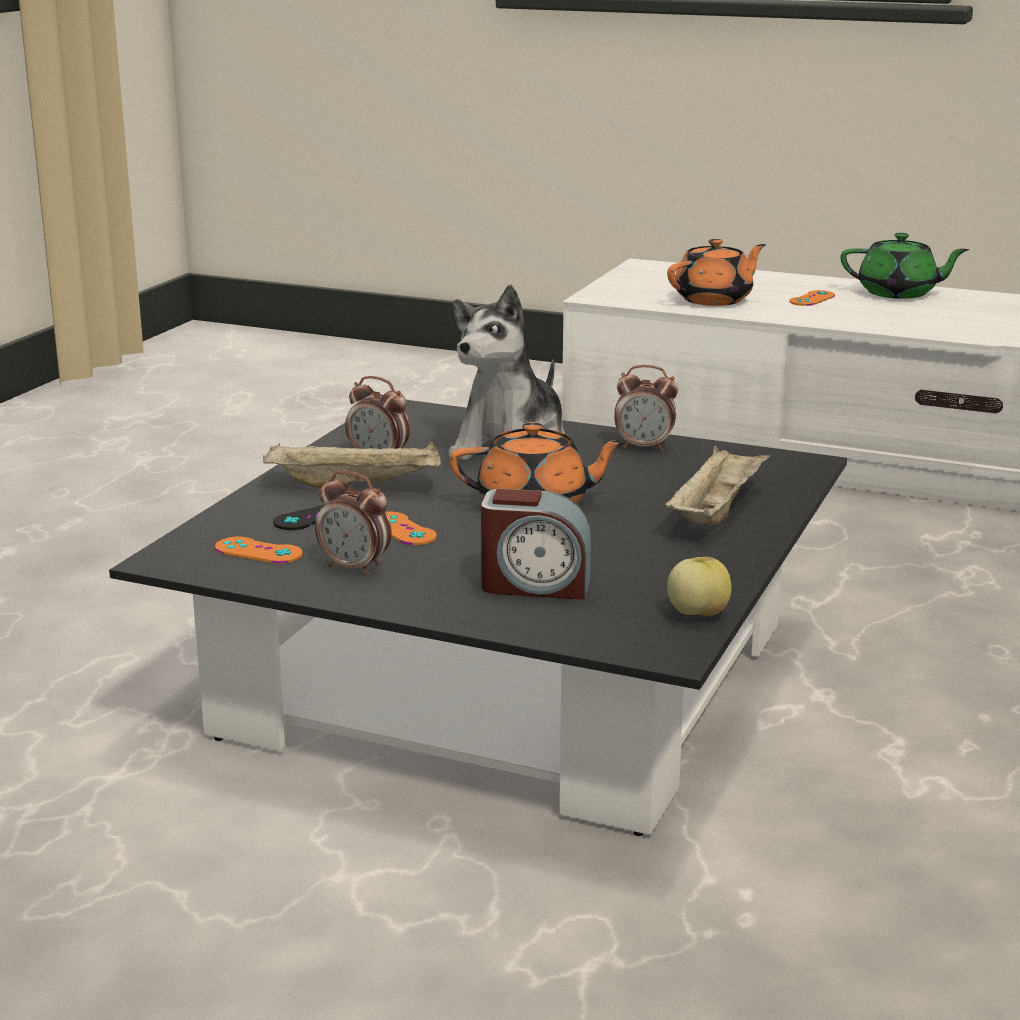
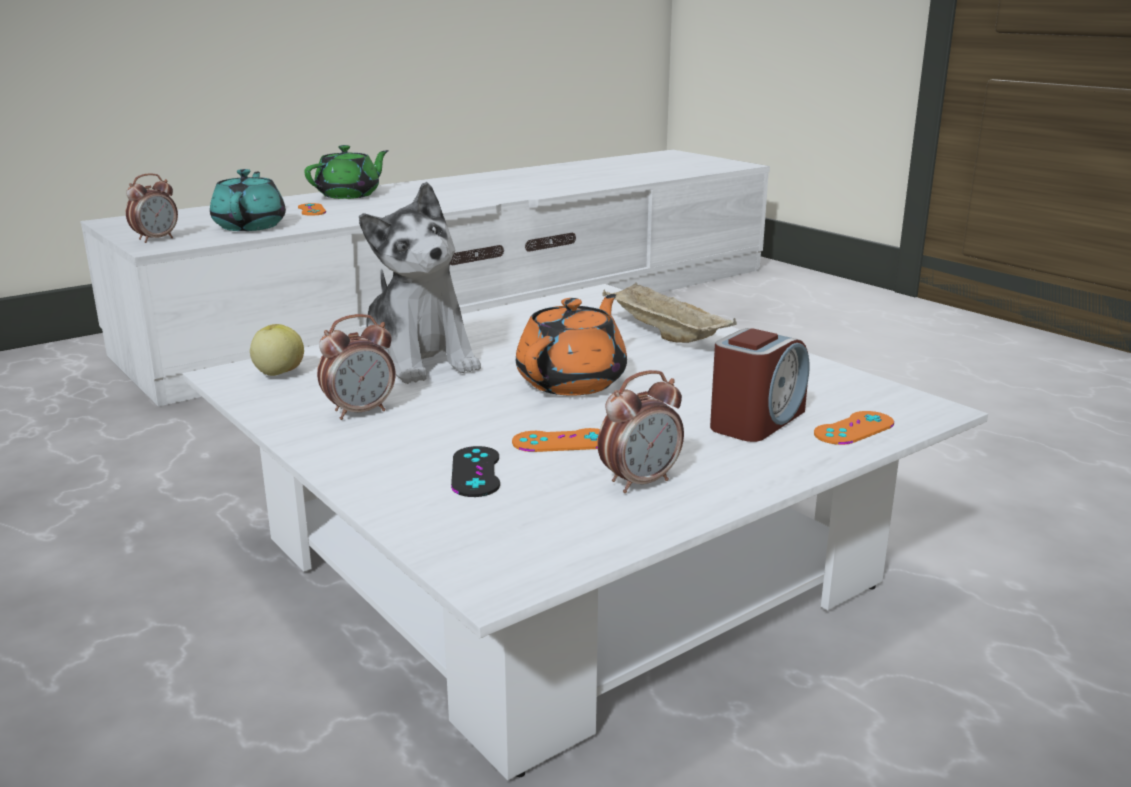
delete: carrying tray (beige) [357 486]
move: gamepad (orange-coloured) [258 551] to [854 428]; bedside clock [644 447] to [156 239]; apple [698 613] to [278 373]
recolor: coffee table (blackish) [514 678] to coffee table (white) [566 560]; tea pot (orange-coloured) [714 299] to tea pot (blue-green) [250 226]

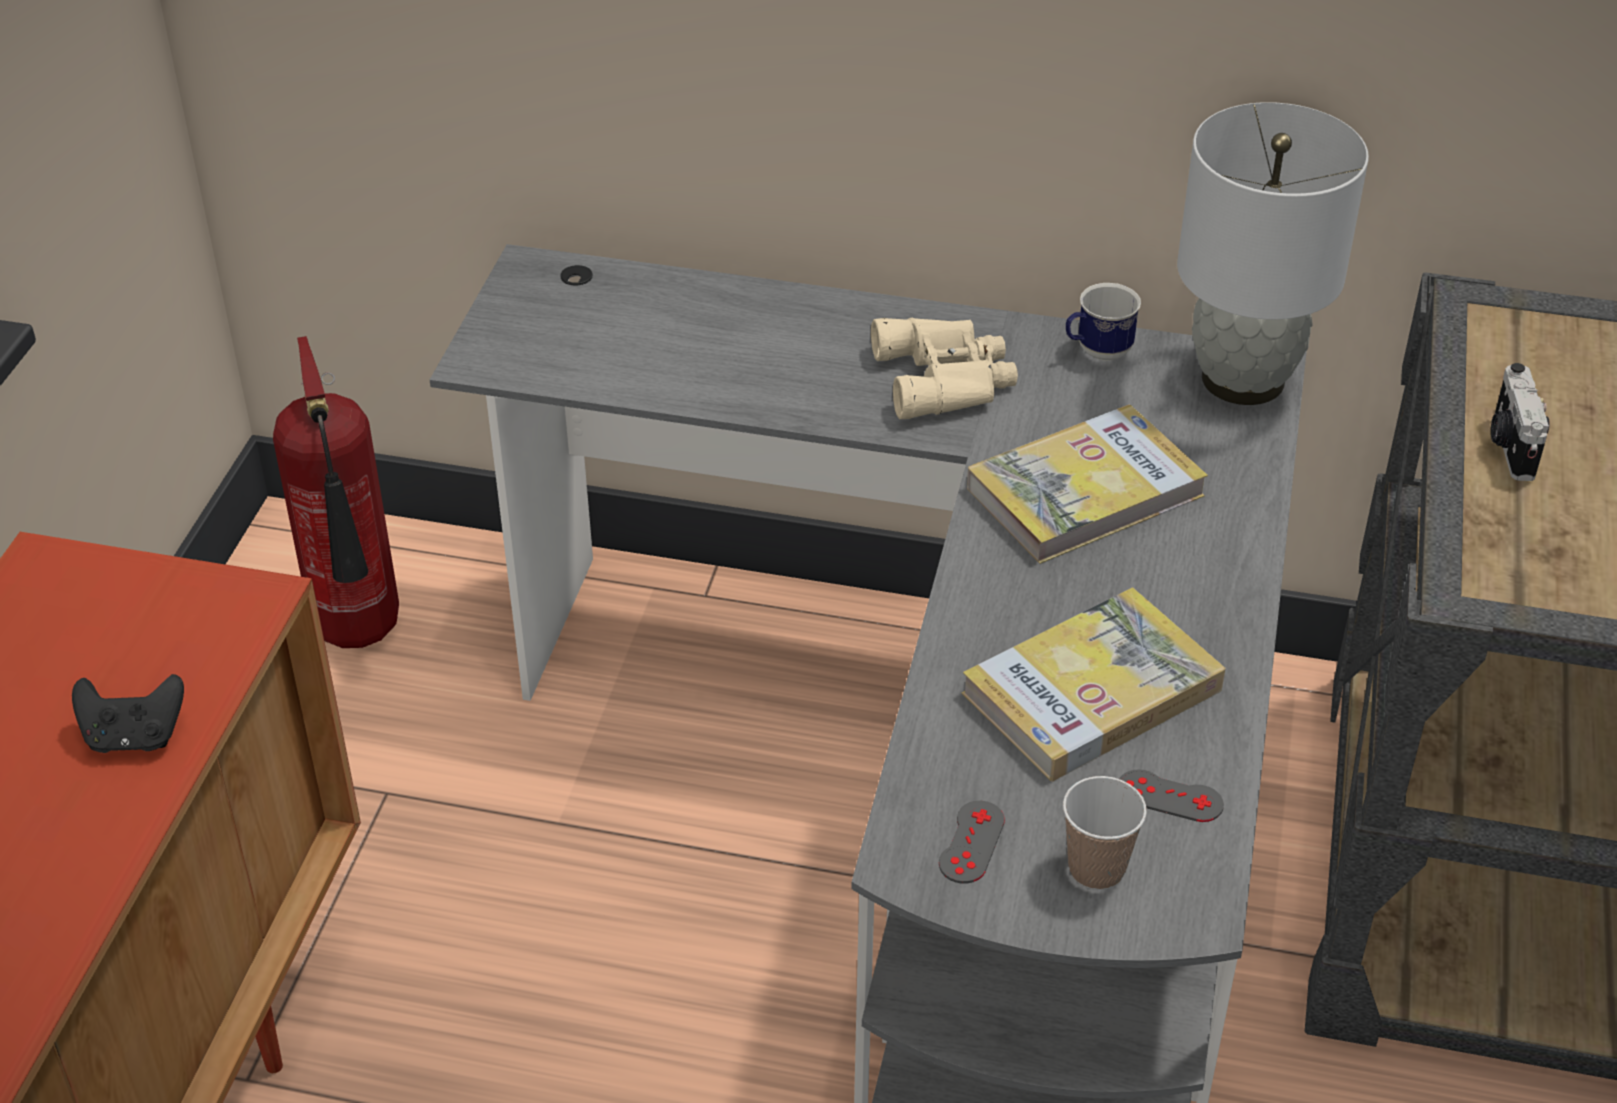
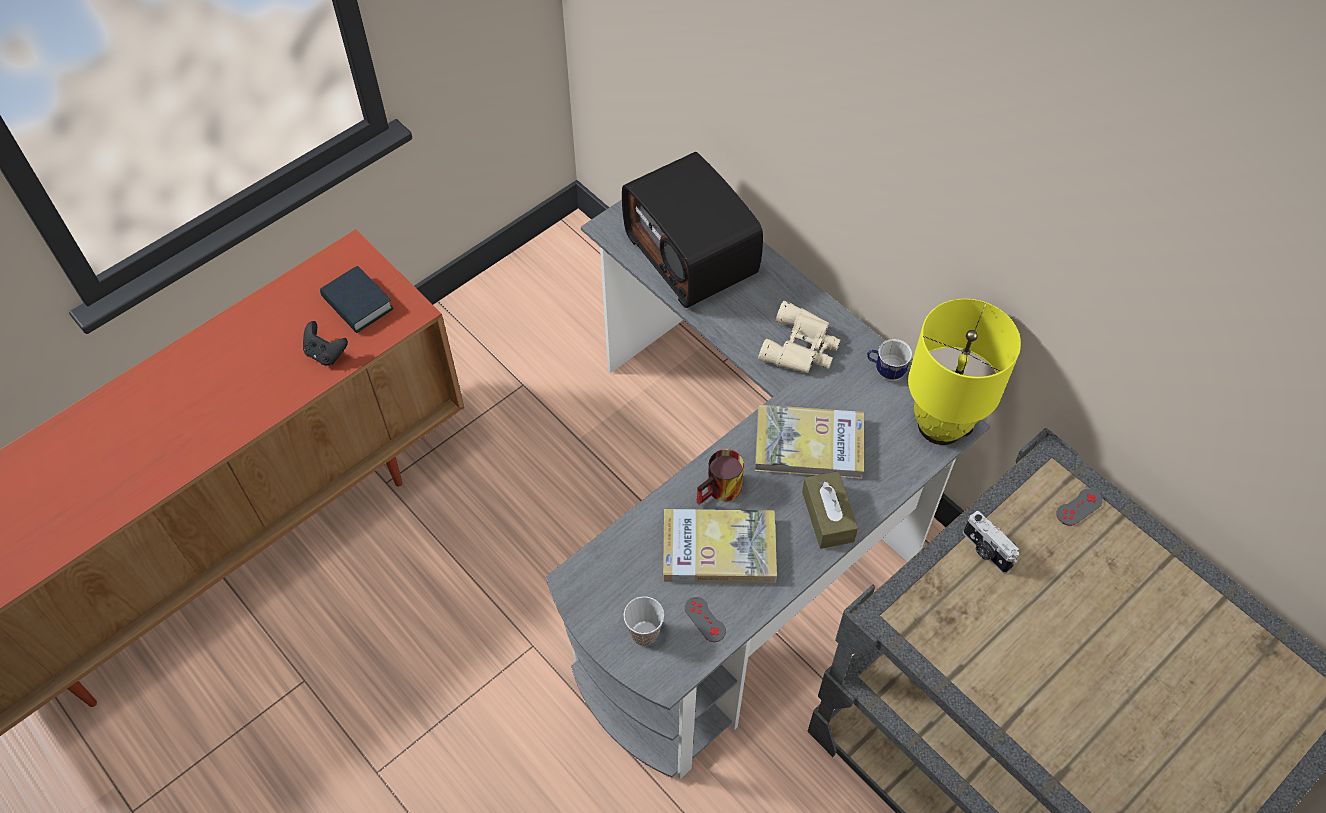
delete: extinguisher [362 637]
insert: bound book [358 304]; radio [693 254]; coffee mug [721 492]; box of tissues (brownish) [827 516]
move: gamepad (grey) [971 842] to [1079 507]
recolor: table lamp (white) [1242 380] to table lamp (yellowish) [940 425]
rotate: photo camera [1510 446] = [985 551] 75 degrees counterclockwise

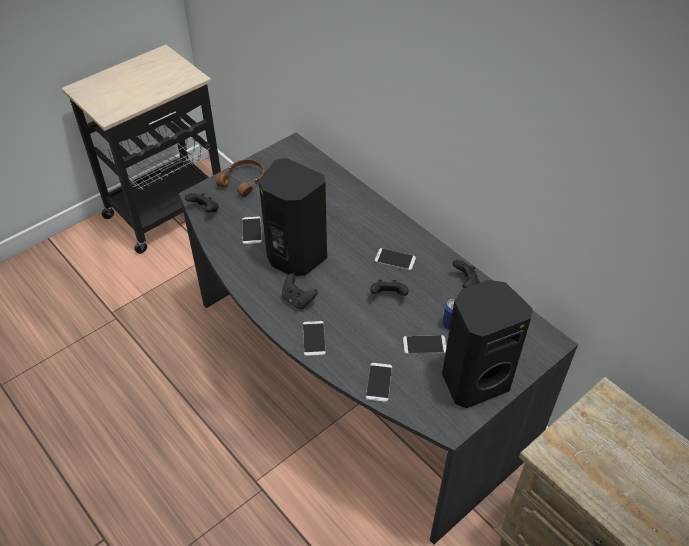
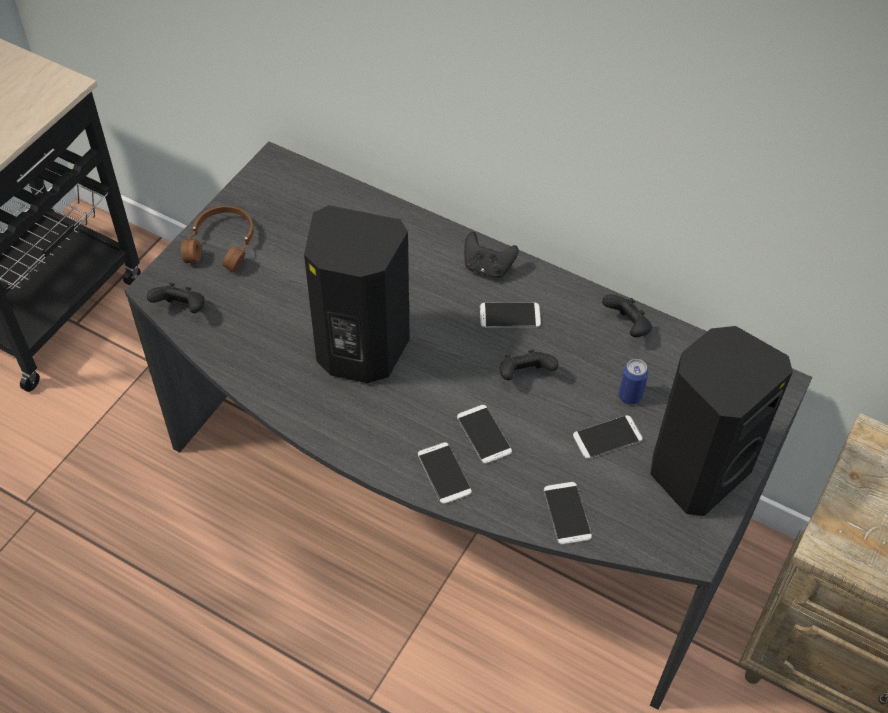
move: phone [251 230] to [484 434]; gamepad (blackish) [298 300] to [487 267]

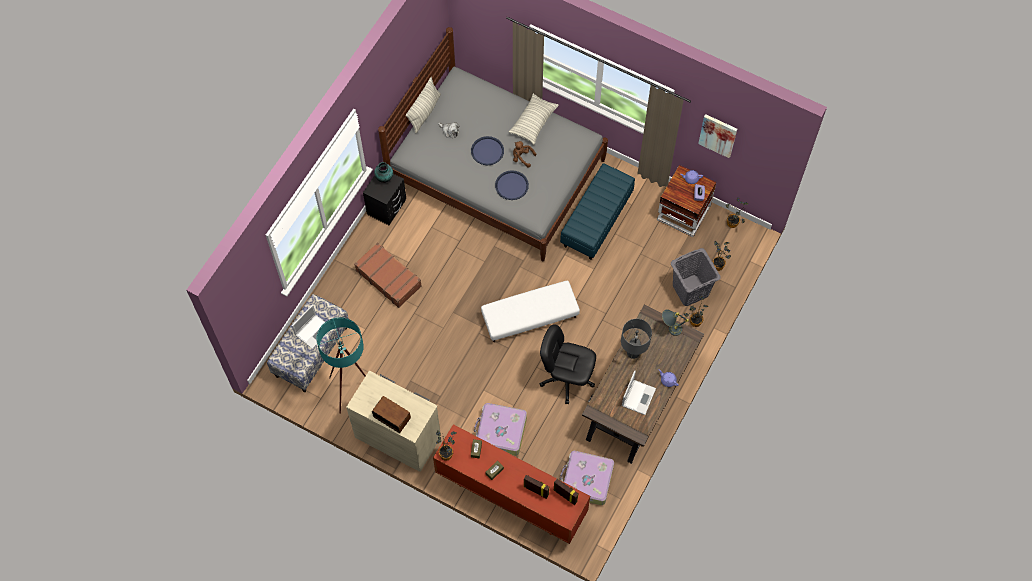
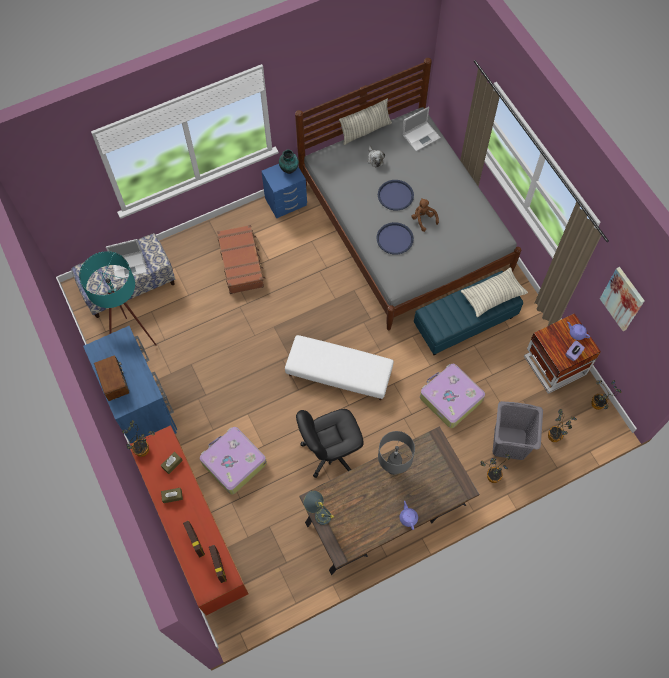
move: pillow [533 122] to [492 296]; suitcase [586 480] to [450 398]; notebook computer [638 396] to [421 136]; table lamp (grey) [670 329] to [318 513]
recolor: dresser (beige) [398 436] to dresser (blue) [142 407]; bedside table (blackish) [386 207] to bedside table (blue) [286 202]
rotate: desk chair (blackish) [567 377] = [331 451] 75 degrees counterclockwise

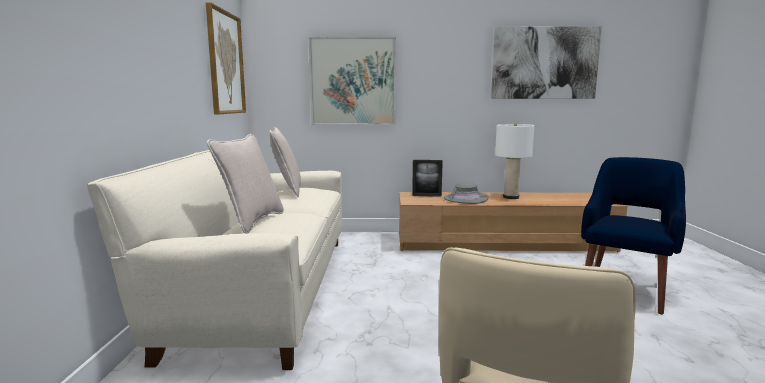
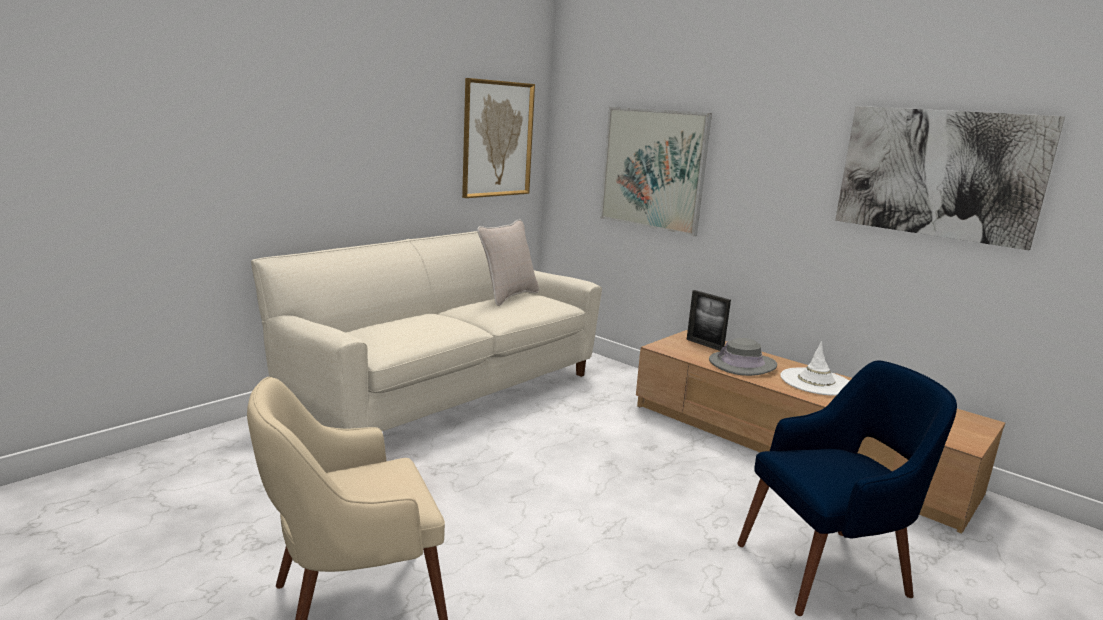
delete: pillow (beige) [252 221]
replace: table lamp (white) [510 197] to wearable hat (white) [816 382]

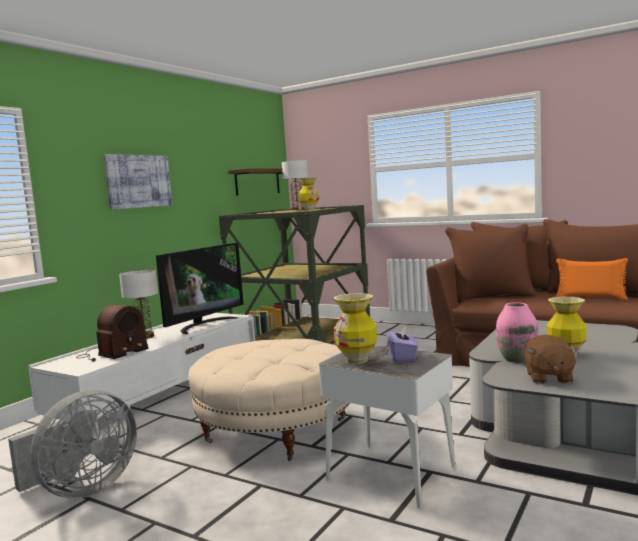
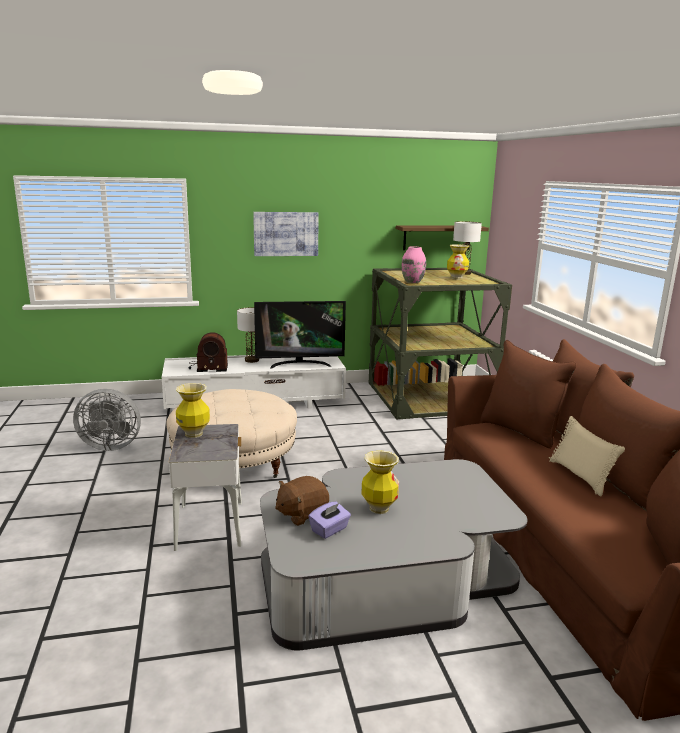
move: box of tissues (purple) [402 357] to [329 530]; vase (pink) [516 359] to [412 281]
recolor: pillow (orange-coloured) [590 298] to pillow (beige) [581 477]

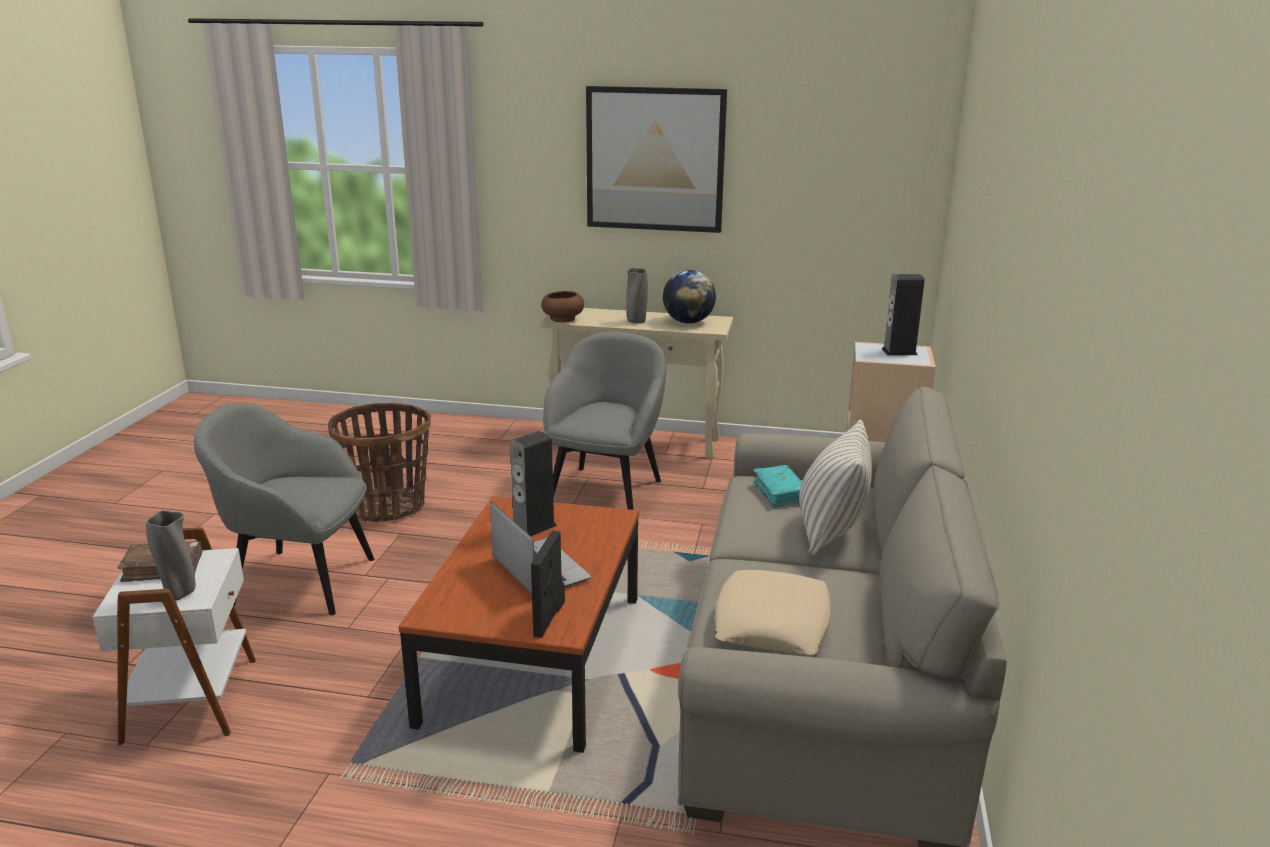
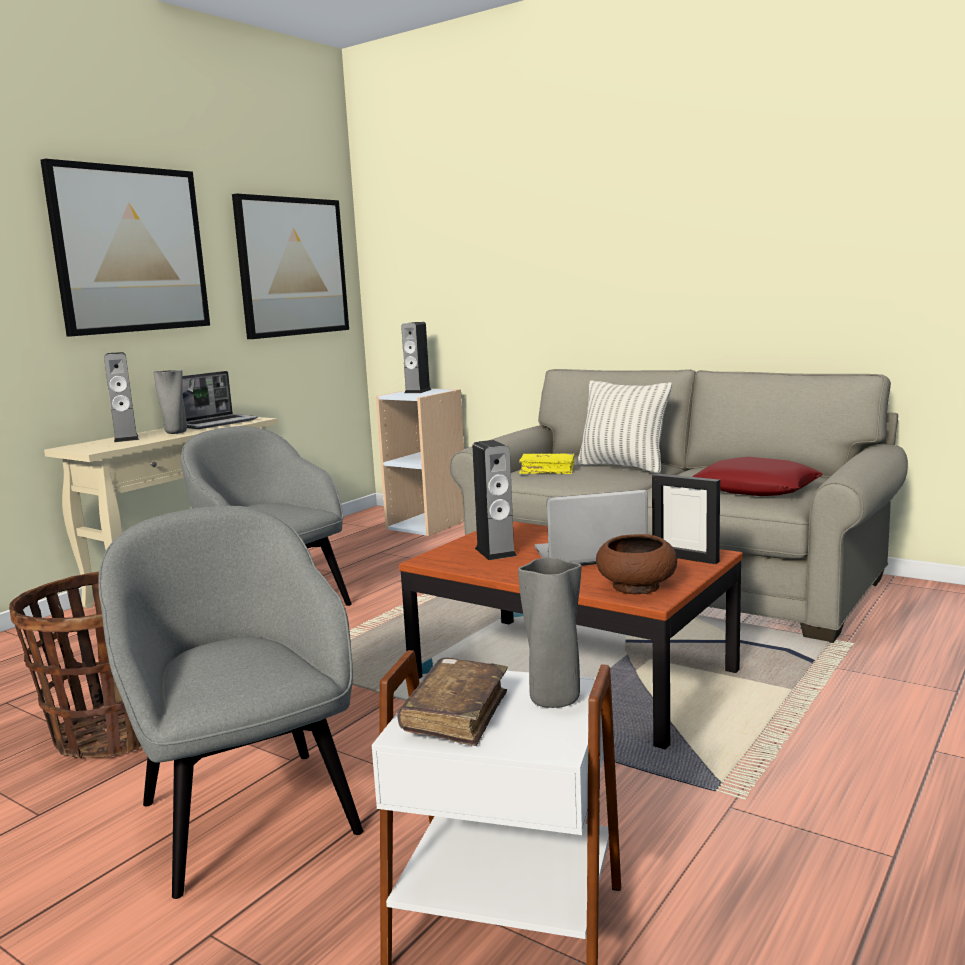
insert: audio speaker [126 438]; picture [292 267]
move: serving bowl (brownish) [562 319] to [636 587]
replace: world globe [688 322] to notebook computer [216 423]
recolor: pillow (beige) [772 623] to pillow (reddish) [756 488]; bound book (blue-green) [780 493] to bound book (yellowish) [547 470]
rotate: easy chair (grey) [300 581] = [247 813] 120 degrees clockwise

